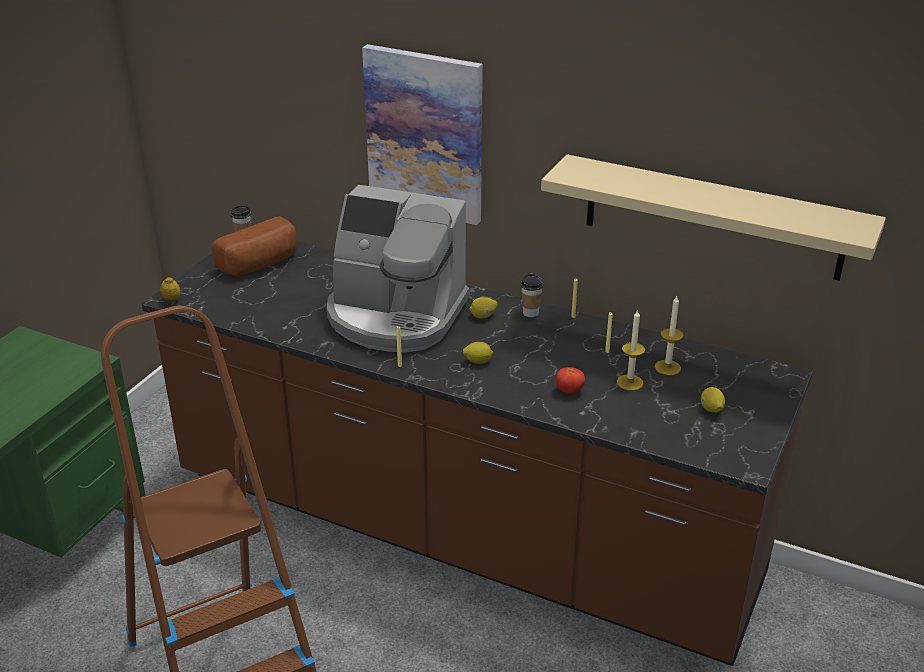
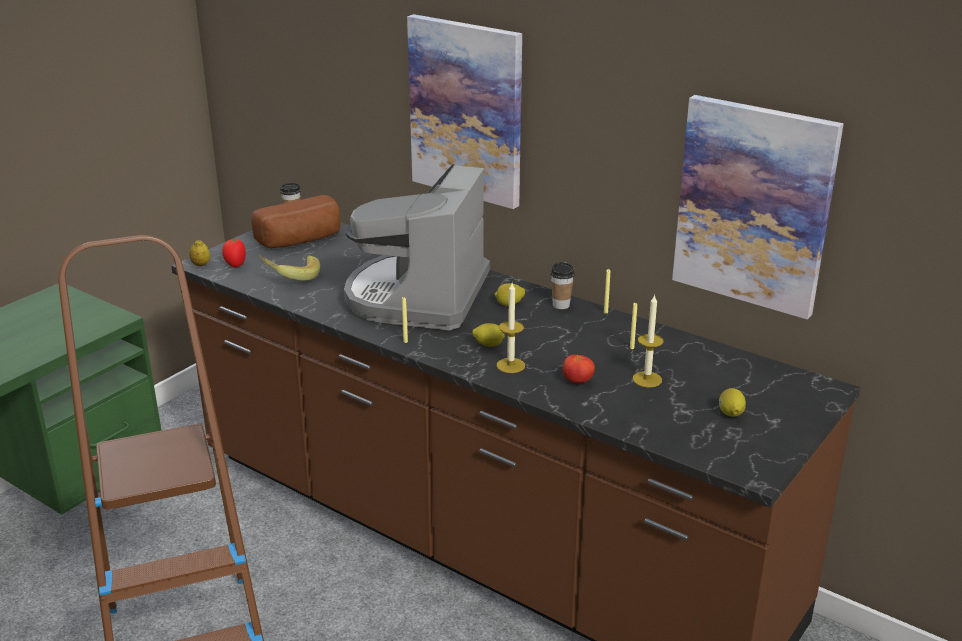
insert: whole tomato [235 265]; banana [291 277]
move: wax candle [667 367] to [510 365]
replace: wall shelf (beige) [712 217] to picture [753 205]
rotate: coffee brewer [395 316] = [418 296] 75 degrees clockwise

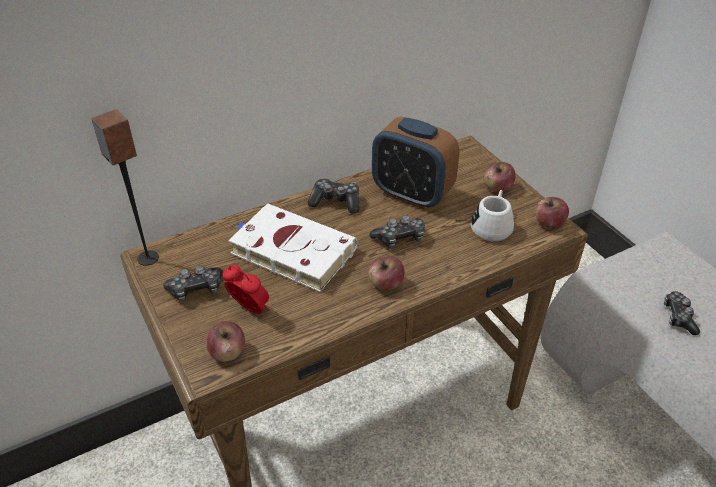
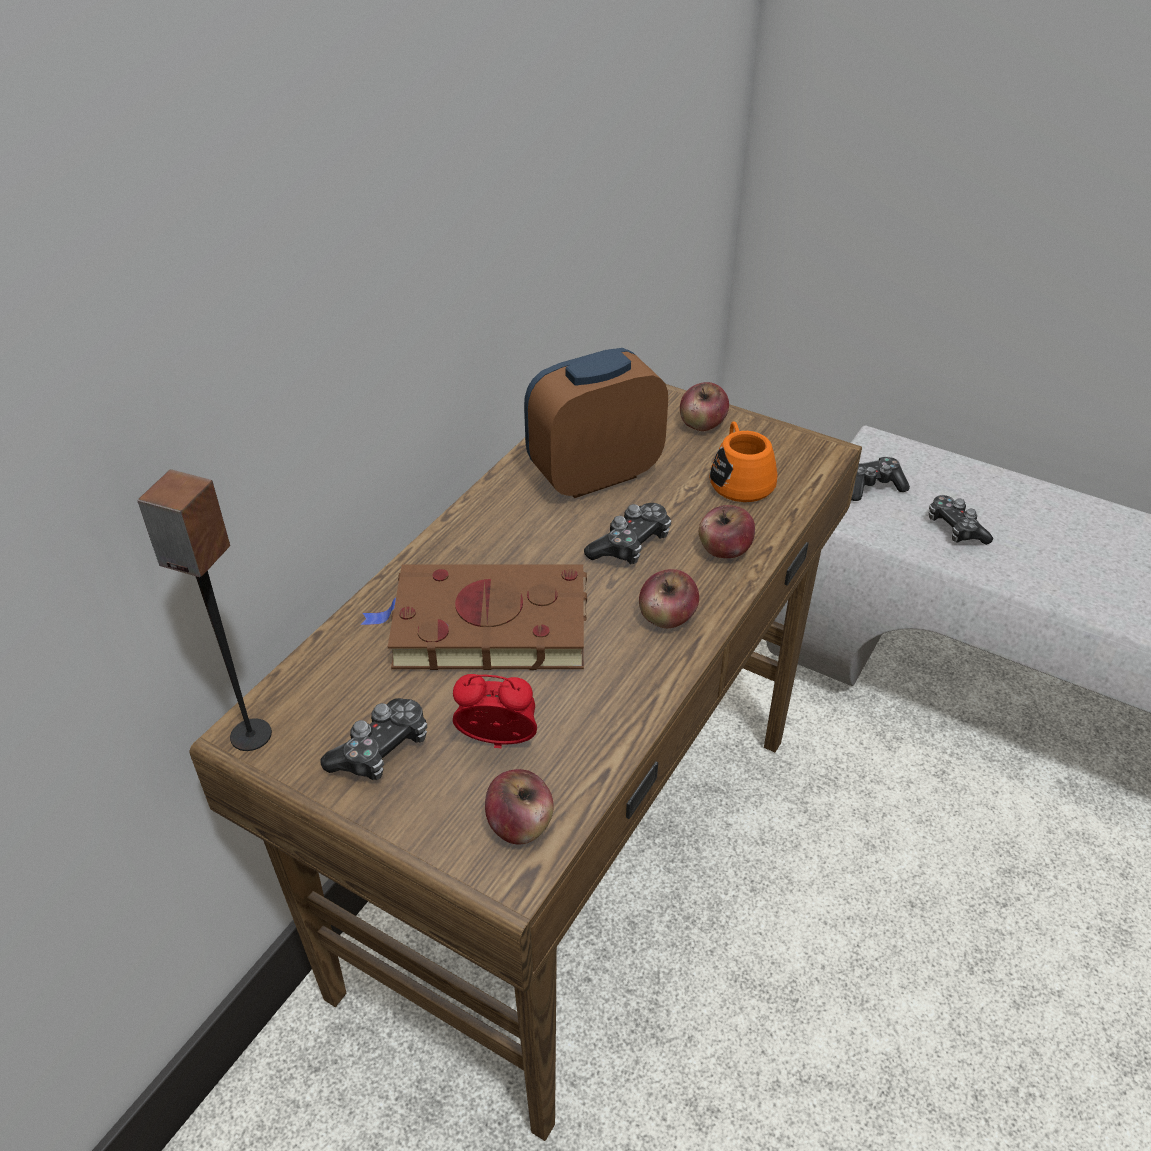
move: gamepad [336 202] to [871 486]; apple [548 223] to [724 550]
recolor: bound book (white) [290 251] to bound book (brownish) [484 627]; coffee mug (white) [492 225] to coffee mug (orange-coloured) [739 478]
rotate: bedside clock [412 194] = [594 475] 150 degrees clockwise

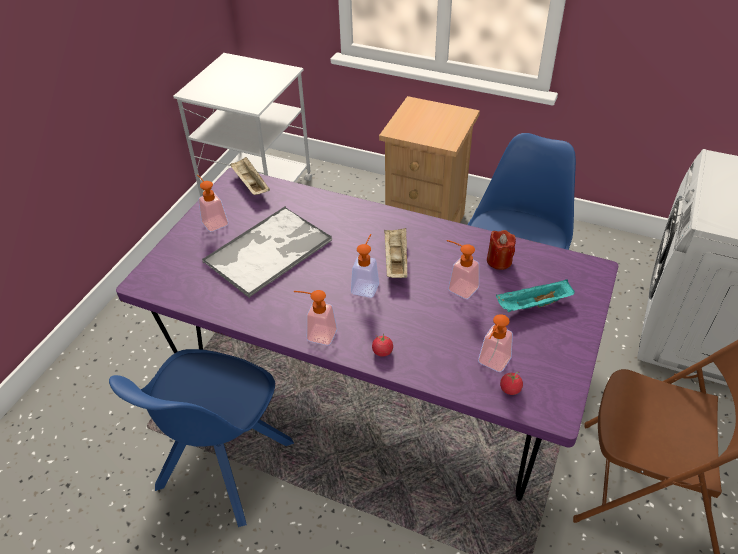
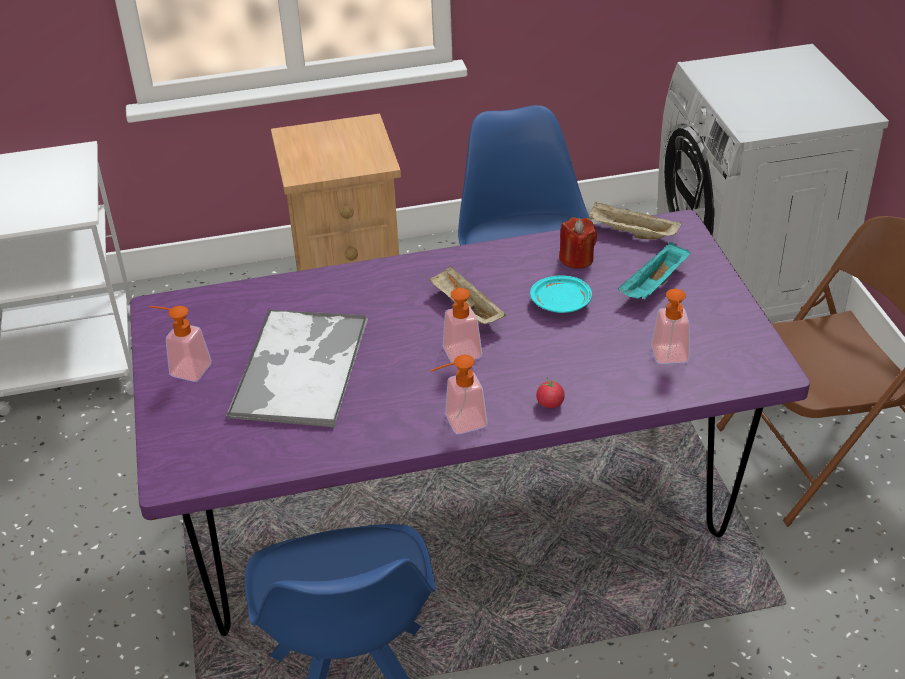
delete: whole tomato [510 389]
move: carrying tray (beige) [250 185] to [631 233]
replace: liquid soap bottle [458 286] to flat dish (blue-green) [561 303]

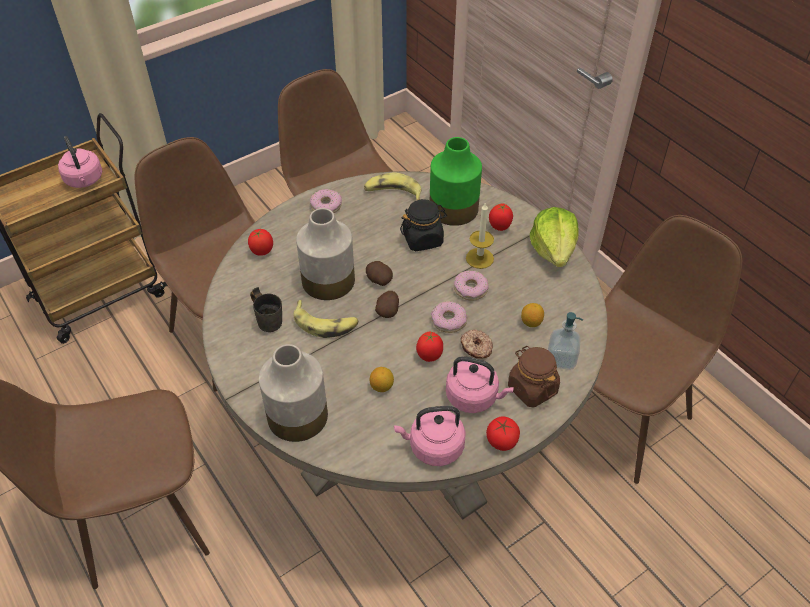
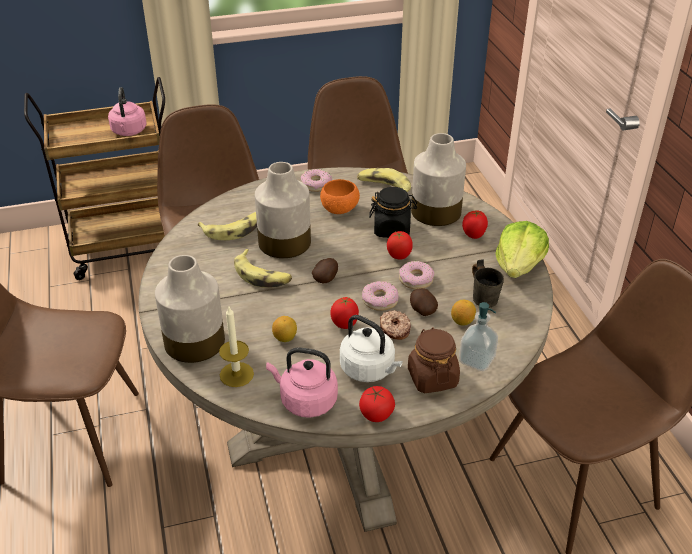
insert: banana [233 230]; serving bowl (orange-coloured) [339 209]
move: whole tomato [262 252] to [398 257]; coffee mug (grey) [269 319] to [485 296]; potato [378 280] to [422 310]; wax candle [479 258] to [236 374]
recolor: vase (greenish) [453 208] to vase (beige) [435 211]; kettle (pink) [474 397] to kettle (white) [369 370]

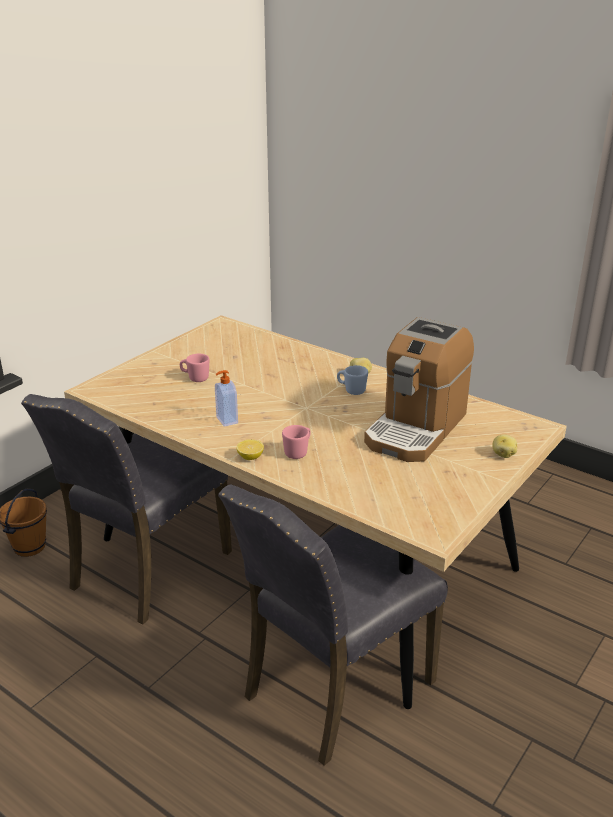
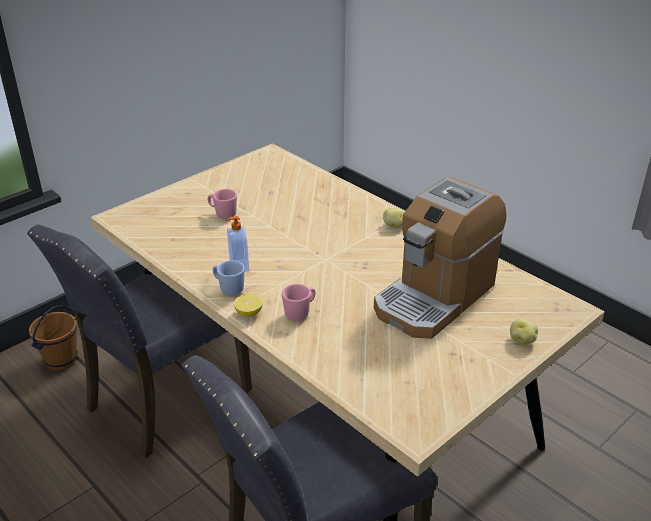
move: coffee mug (blue) [351 390] to [228 288]

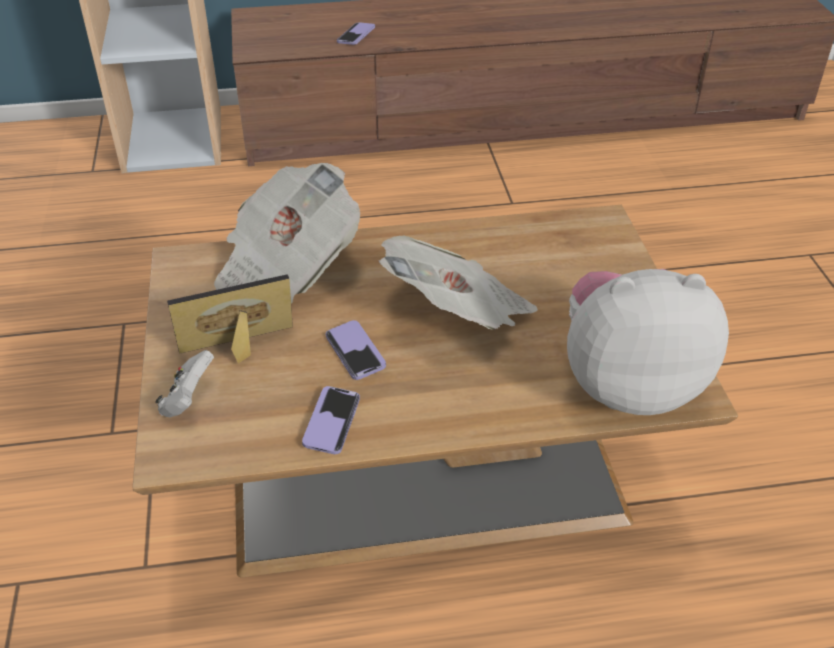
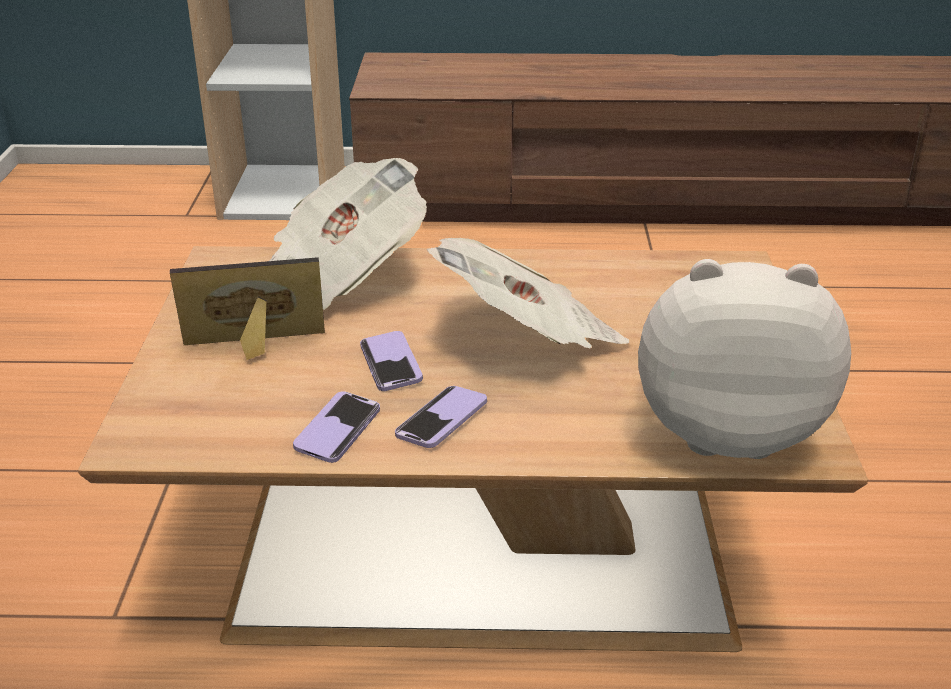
delete: gamepad (white) [188 400]
move: phone [356 35] to [442 419]

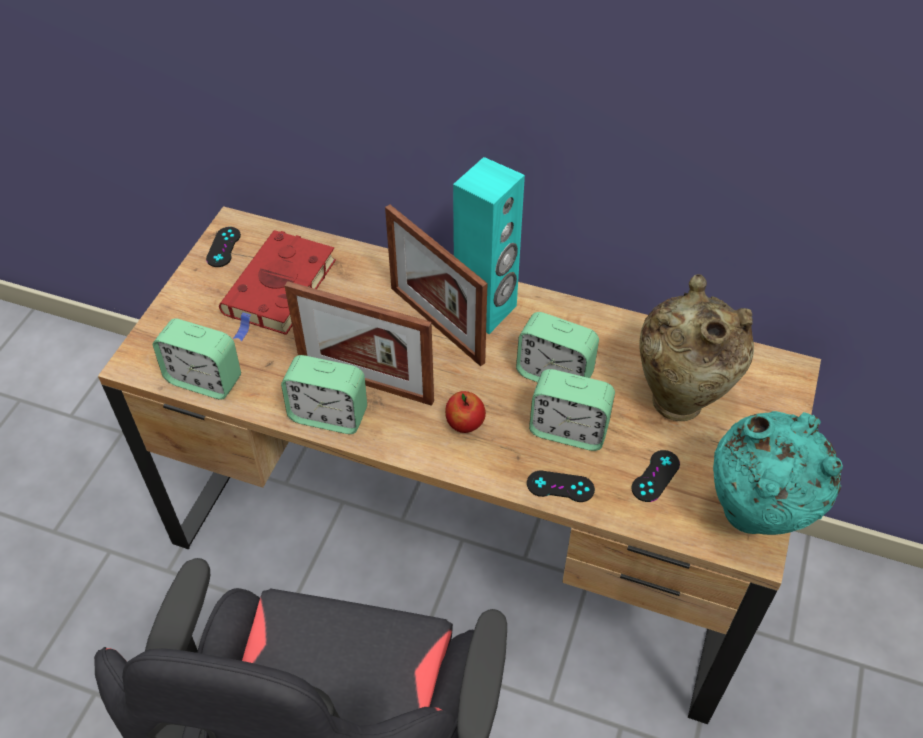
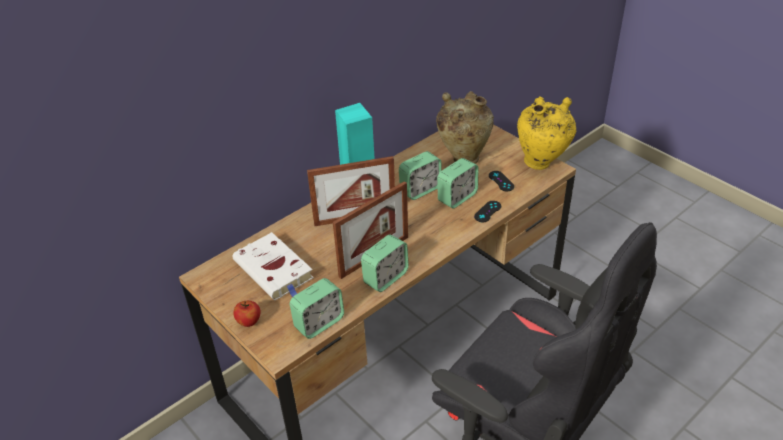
delete: gamepad (blackish) [223 247]
move: apple [465 424] to [249 322]
recolor: bound book (reddish) [279 290] to bound book (white) [275 271]; vase (blue-green) [753 520] to vase (yellowish) [541 163]

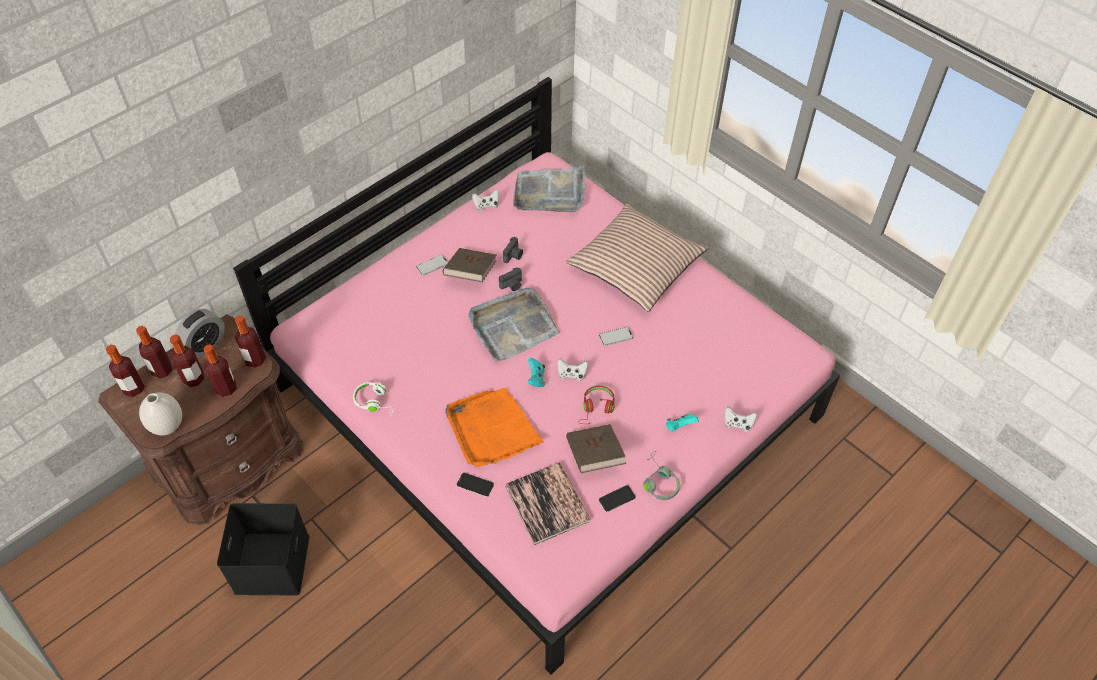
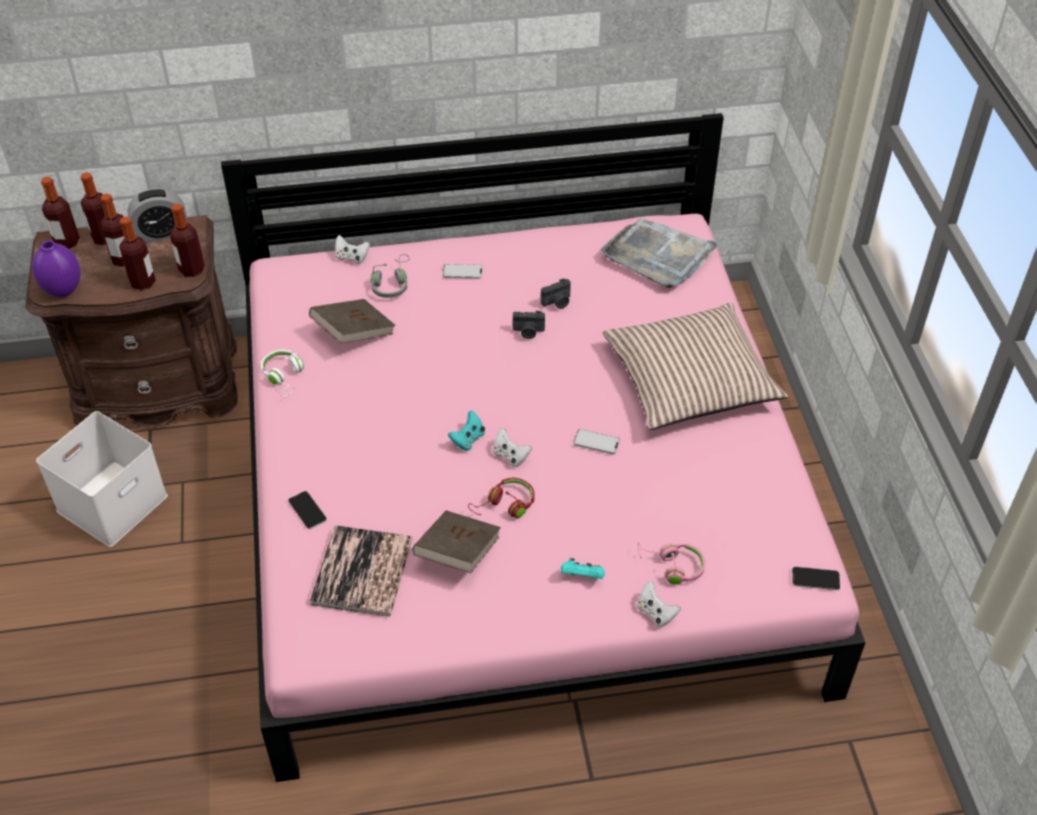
delete: carrying tray (orange-coloured) [492 430]; carrying tray (grey) [512 326]
insert: pair of headphones (pink) [672 566]
move: bound book (brownish) [470 273] to [353 333]; gamepad (white) [486 205] to [352 257]; phone [617 499] to [815 579]; pair of headphones (grey) [658 481] to [391 283]
recolor: vase (white) [167 427] to vase (purple) [63 290]; storage container (blackish) [271 562] to storage container (white) [112 501]

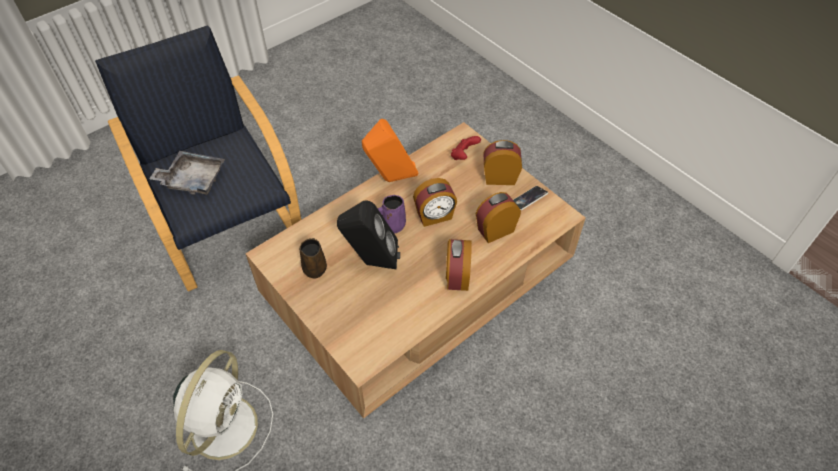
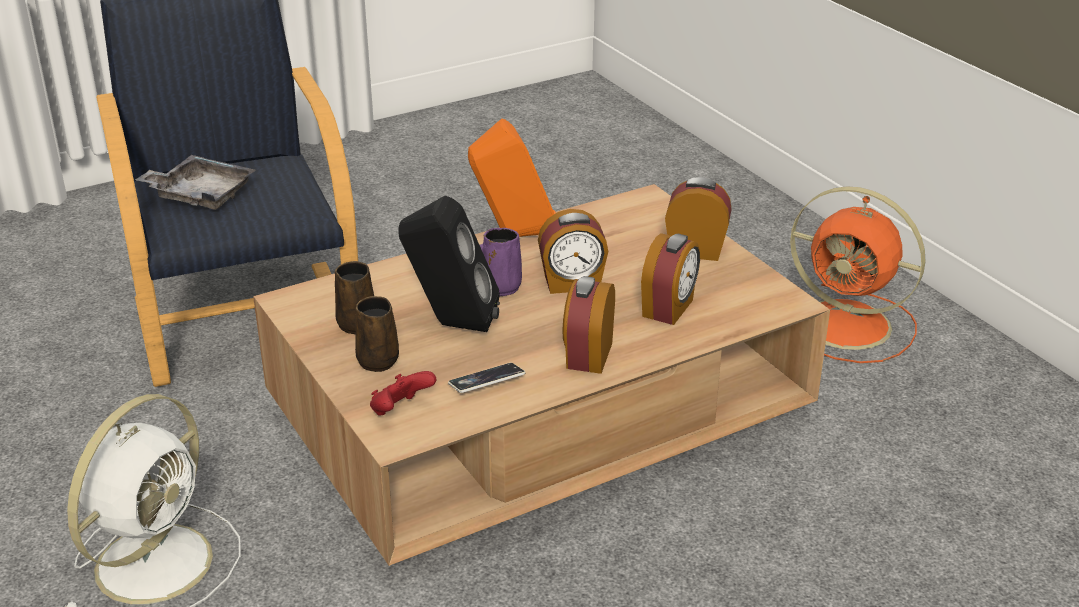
insert: coffee mug (brownish) [378 359]; fan (orange-coloured) [849 326]
move: gamepad (reddish) [464 156] to [400 410]; phone [528 199] to [486 382]
rotate: bedside clock [495 230] = [669 308] 135 degrees clockwise

